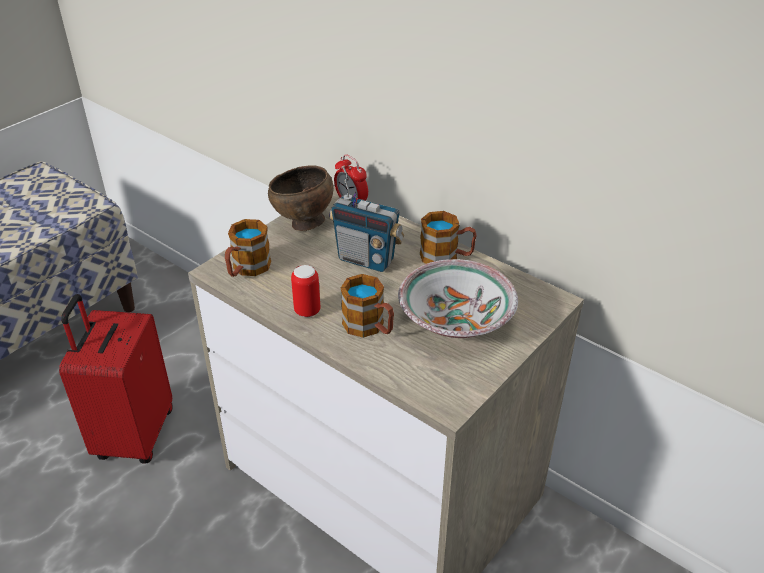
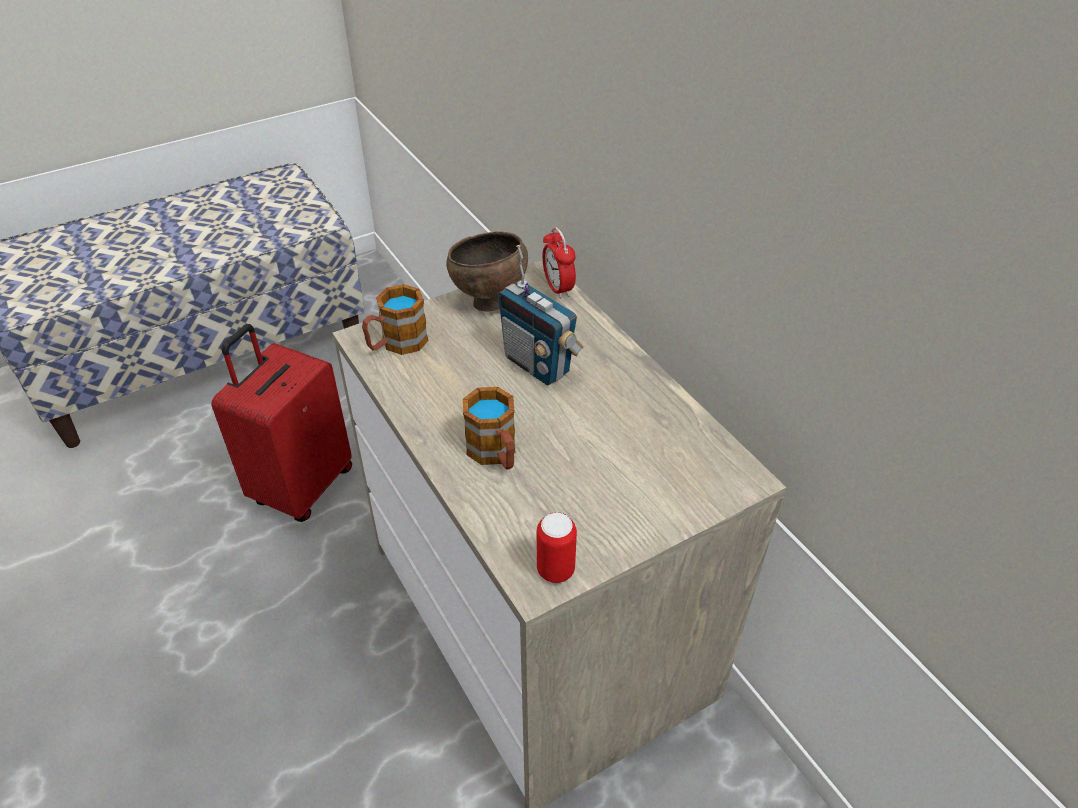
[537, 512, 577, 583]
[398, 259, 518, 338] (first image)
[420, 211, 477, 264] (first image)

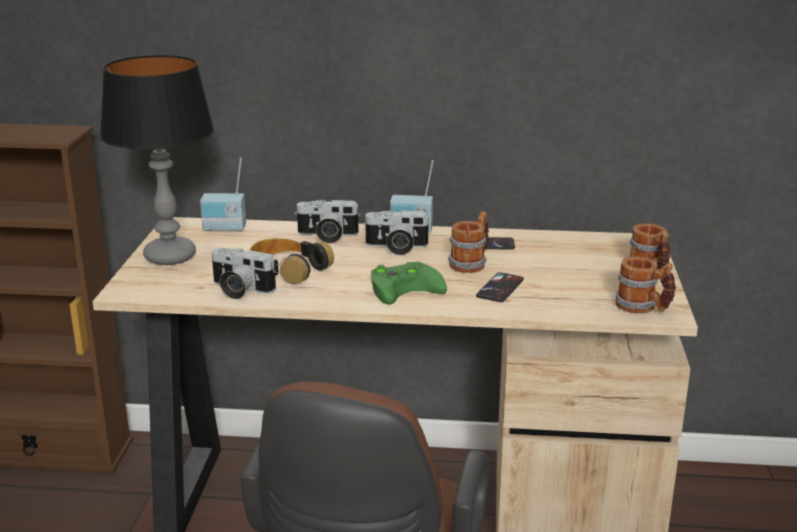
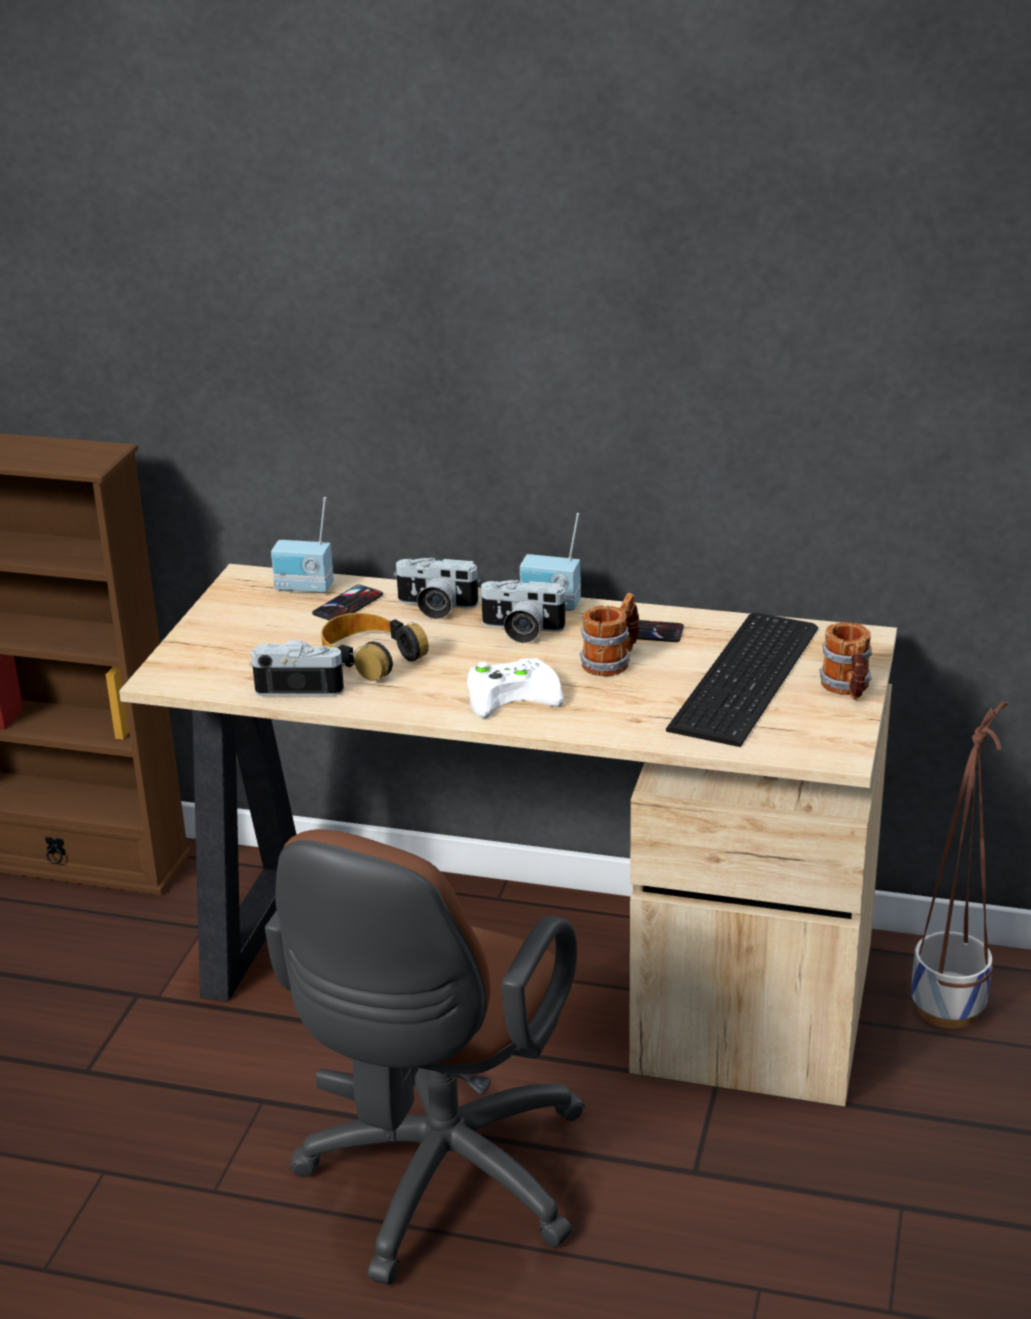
[249, 640, 346, 696]
[312, 585, 383, 620]
[467, 658, 564, 718]
[666, 613, 818, 747]
[911, 701, 1009, 1028]
[100, 55, 214, 265] (first image)
[615, 256, 676, 314] (first image)

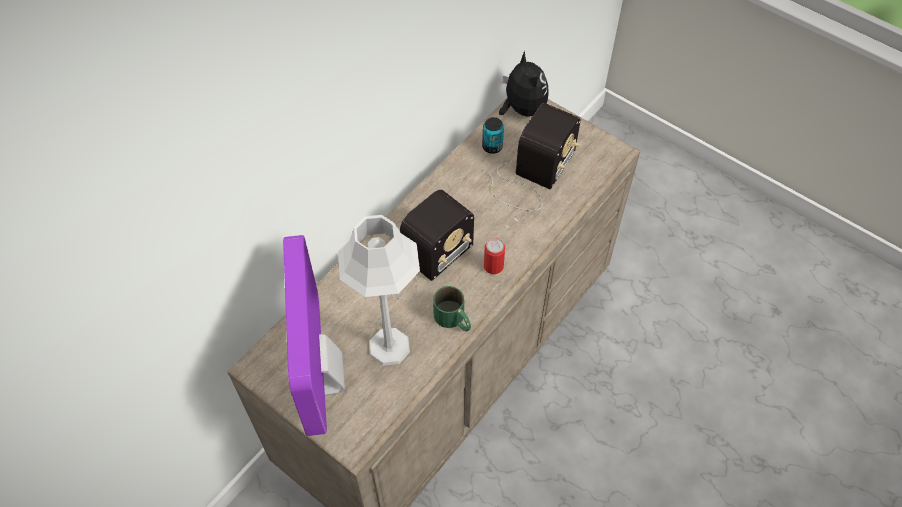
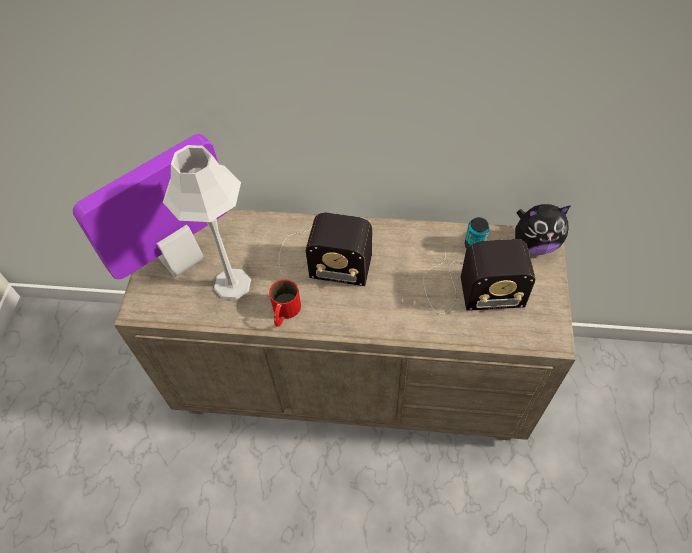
[269, 279, 301, 327]
[515, 204, 571, 255]
[484, 238, 505, 274] (first image)

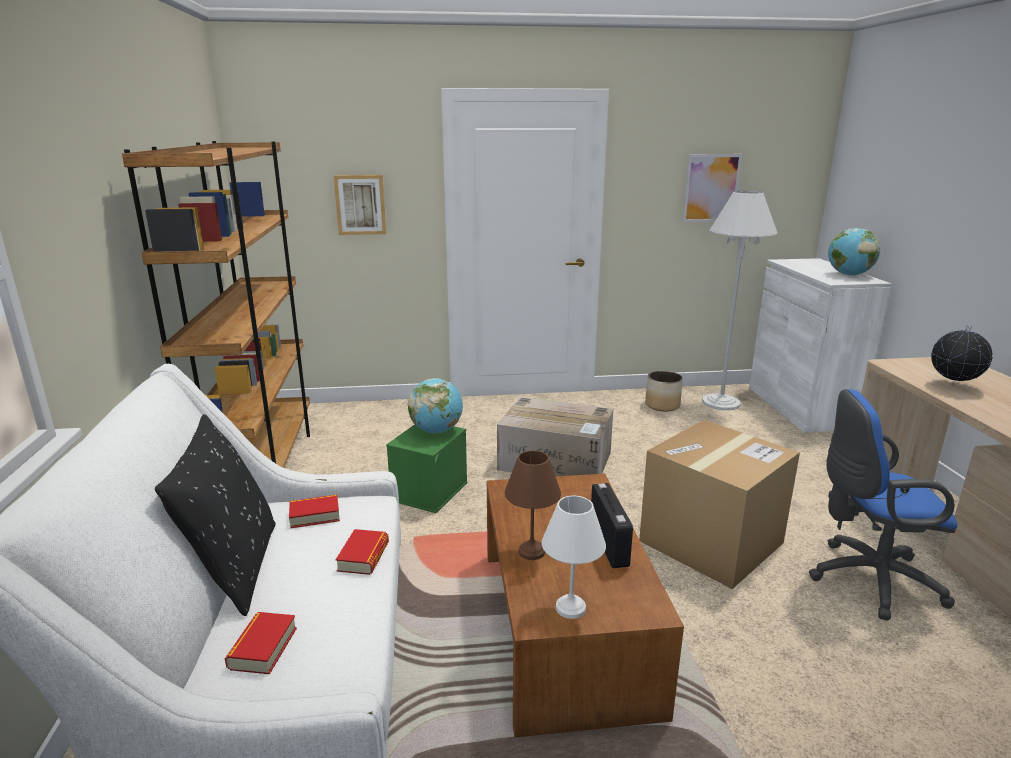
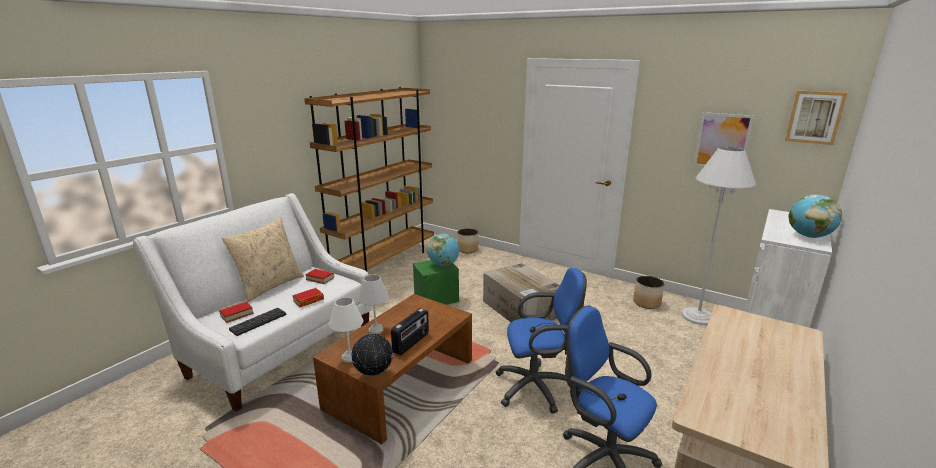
[222, 218, 304, 302]
[229, 308, 287, 336]
[351, 332, 393, 376]
[358, 274, 389, 334]
[457, 228, 478, 253]
[496, 268, 587, 414]
[785, 91, 847, 145]

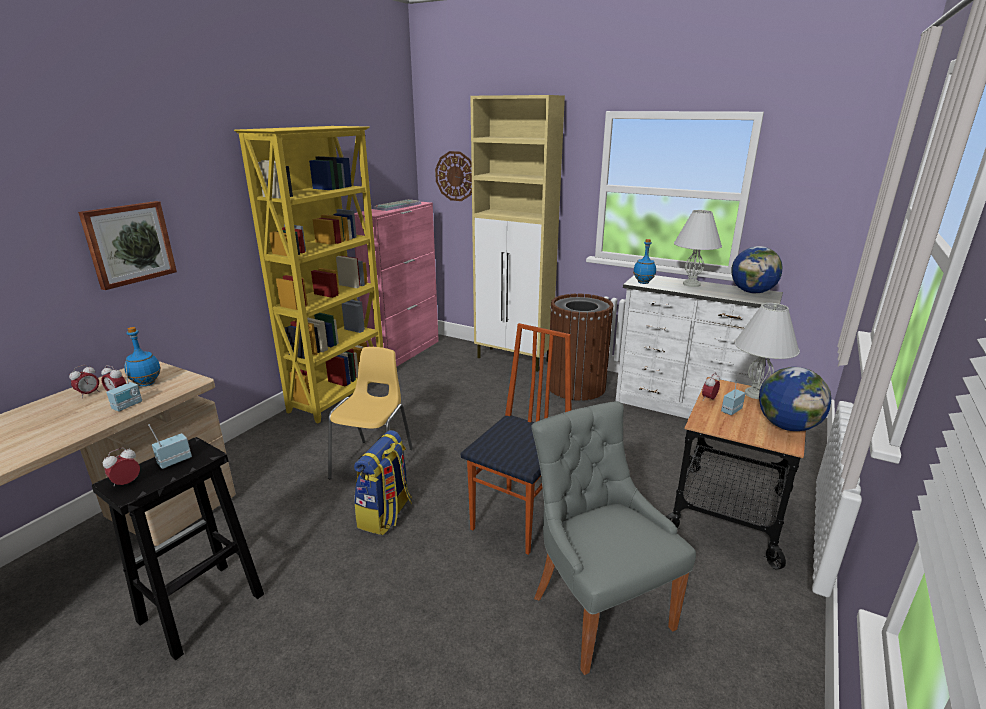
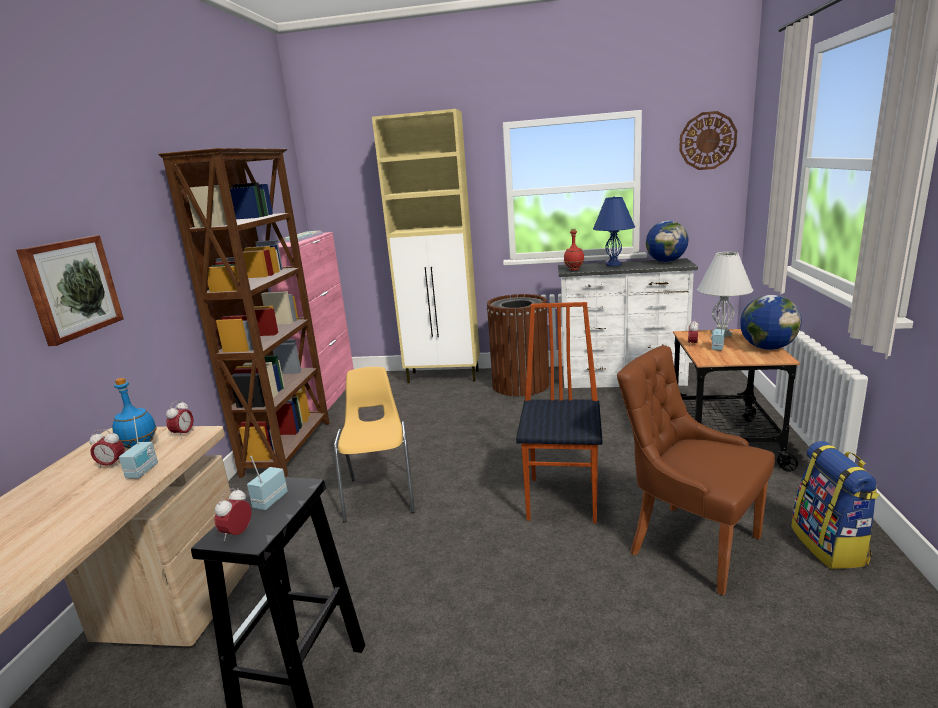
[158, 148, 329, 478]
[166, 400, 194, 439]
[564, 229, 584, 271]
[593, 196, 635, 266]
[617, 345, 775, 596]
[679, 111, 737, 170]
[791, 441, 880, 569]

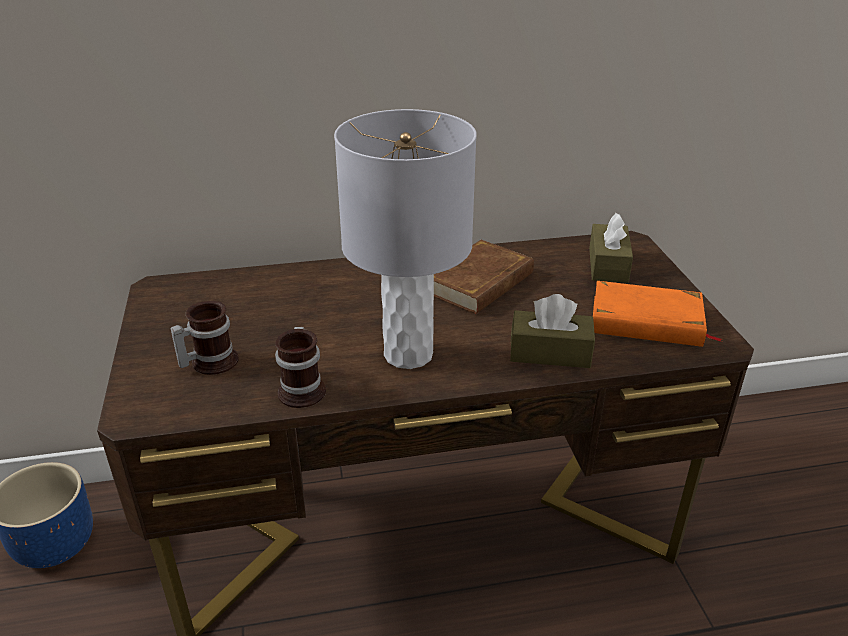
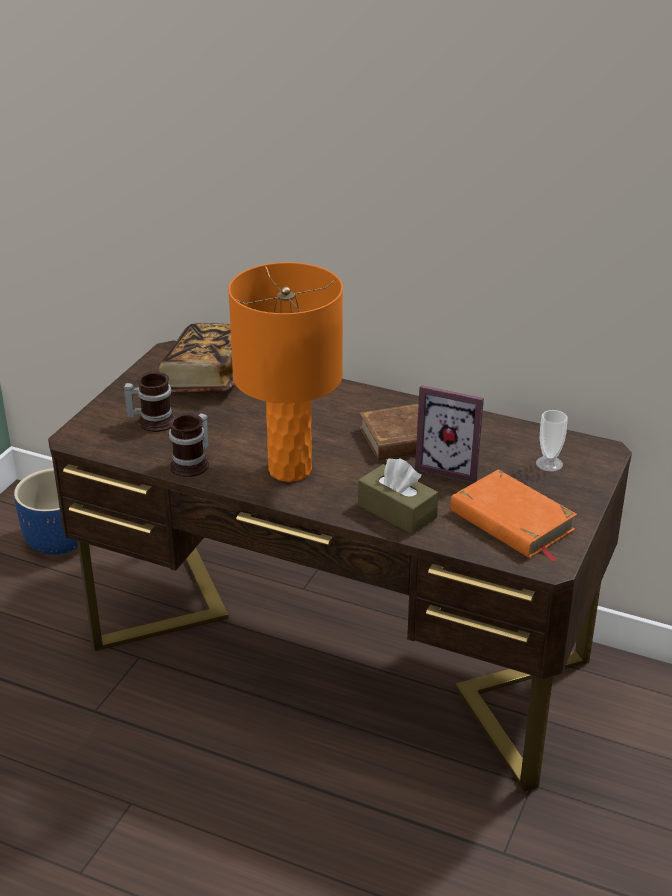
[158, 323, 234, 392]
[228, 262, 343, 482]
[415, 385, 484, 483]
[536, 410, 568, 472]

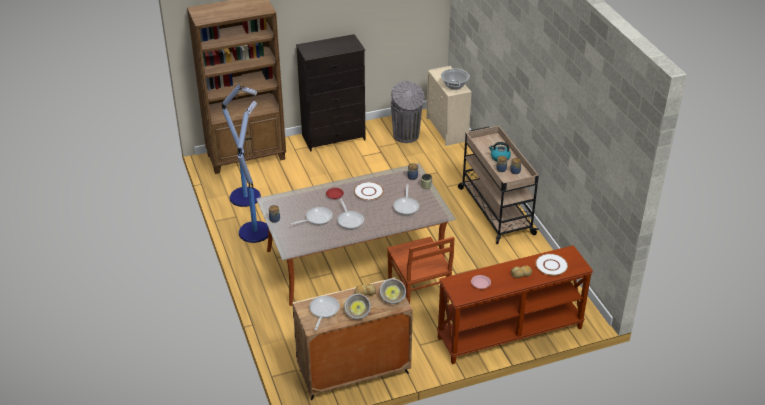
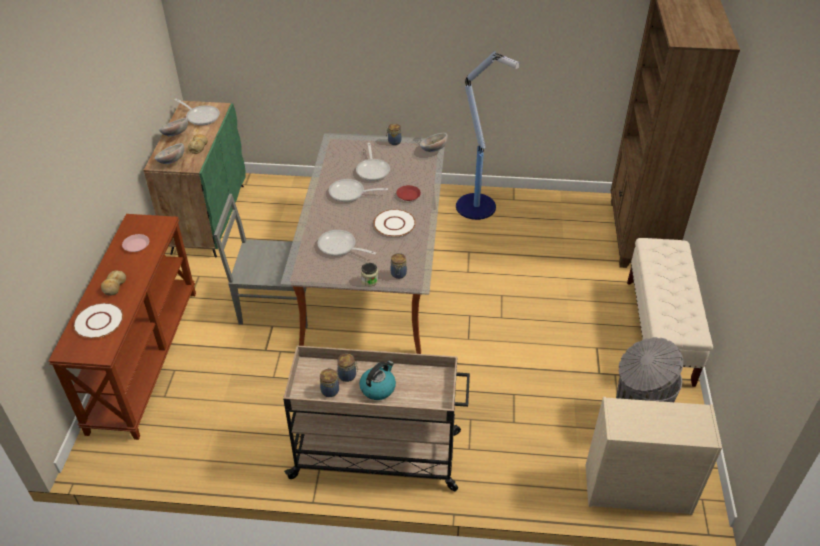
[144, 101, 246, 258]
[214, 194, 308, 328]
[420, 133, 448, 152]
[627, 238, 713, 387]
[222, 84, 261, 207] (first image)
[441, 68, 470, 90] (first image)

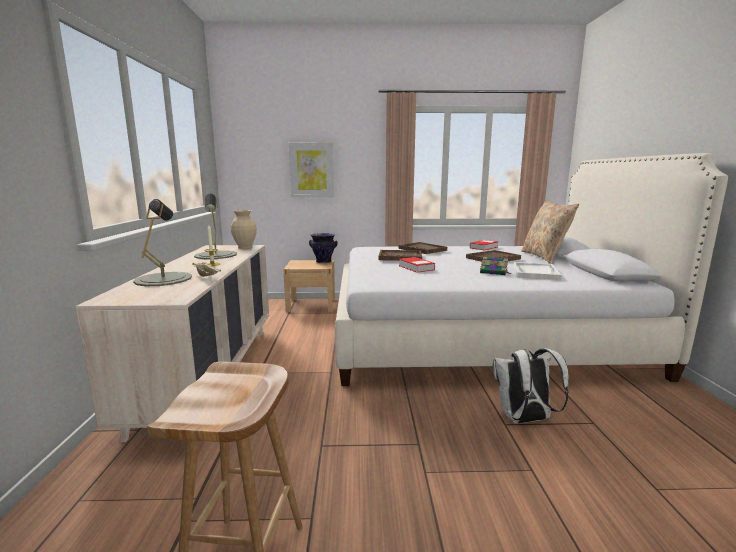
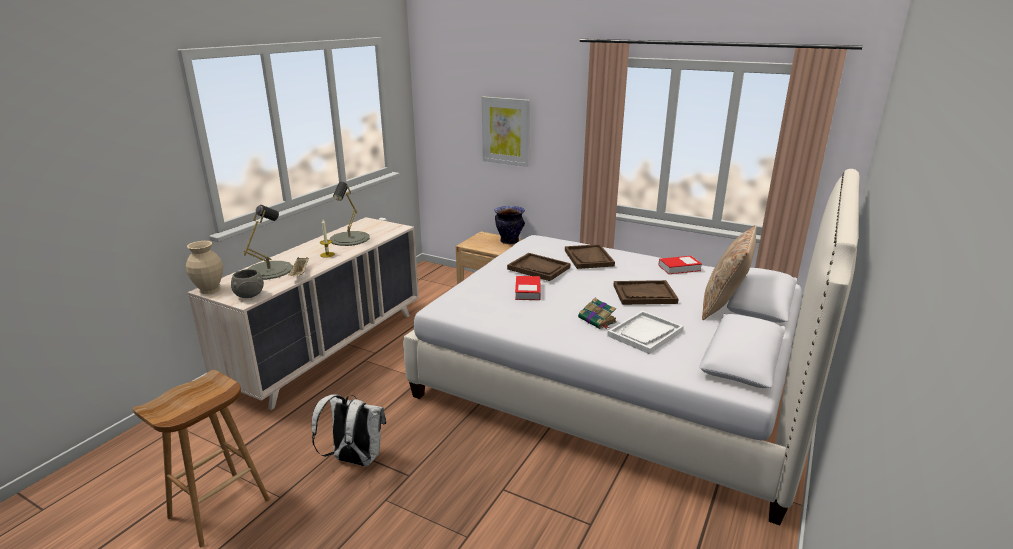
[186, 241, 223, 294]
[231, 269, 264, 298]
[312, 394, 386, 466]

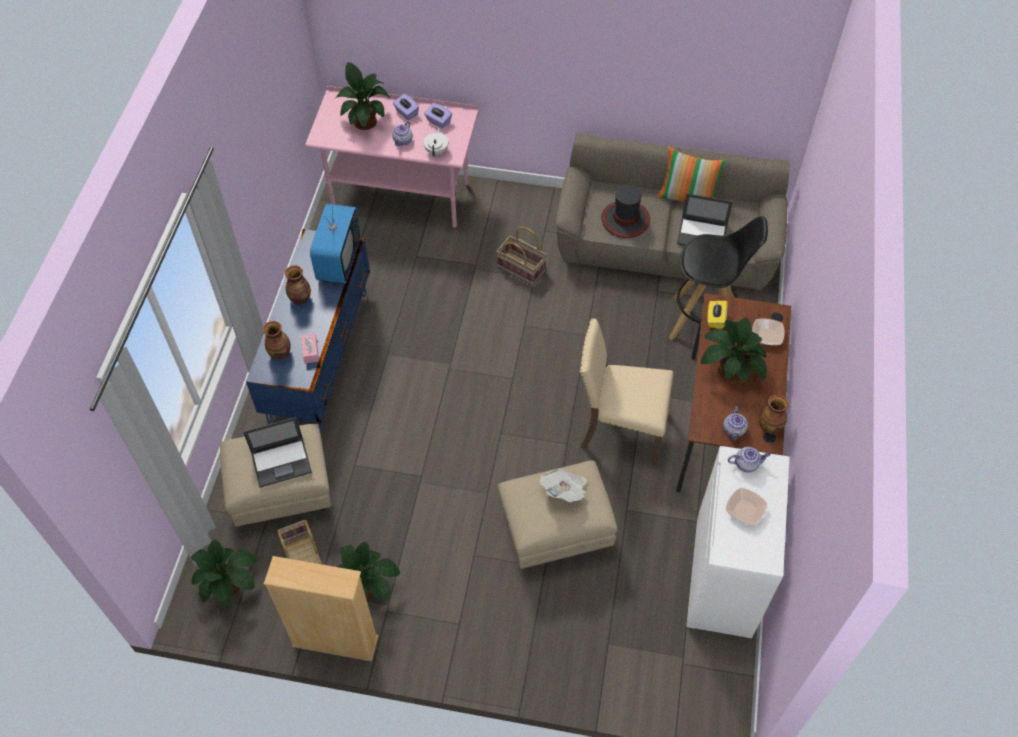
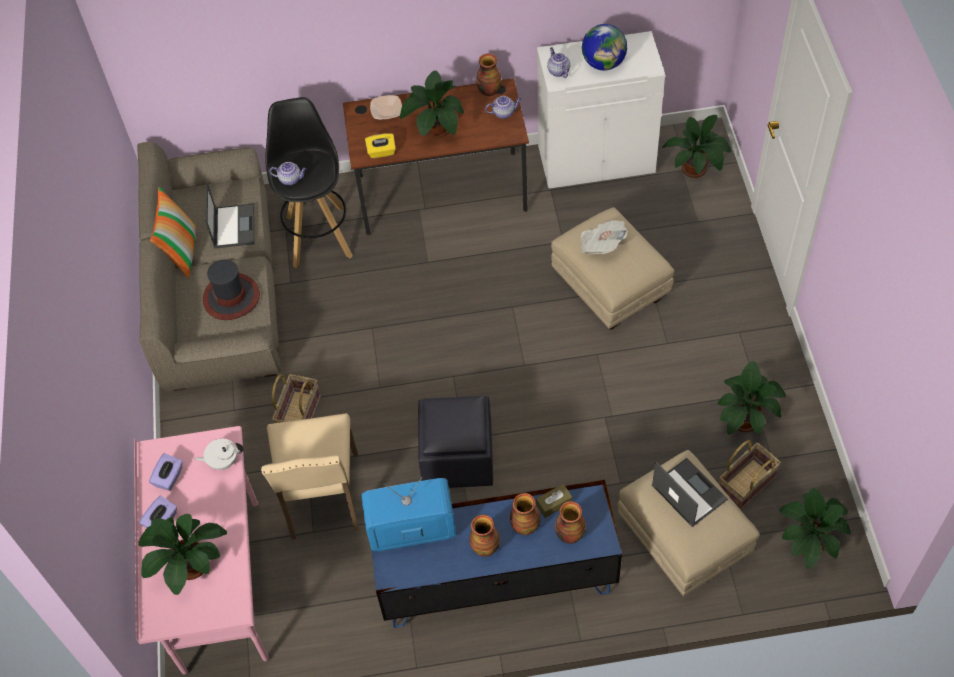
[261, 413, 359, 540]
[270, 162, 307, 185]
[418, 396, 493, 488]
[510, 493, 541, 535]
[536, 484, 572, 518]
[582, 24, 627, 70]
[662, 115, 731, 178]
[264, 556, 378, 661] (first image)

